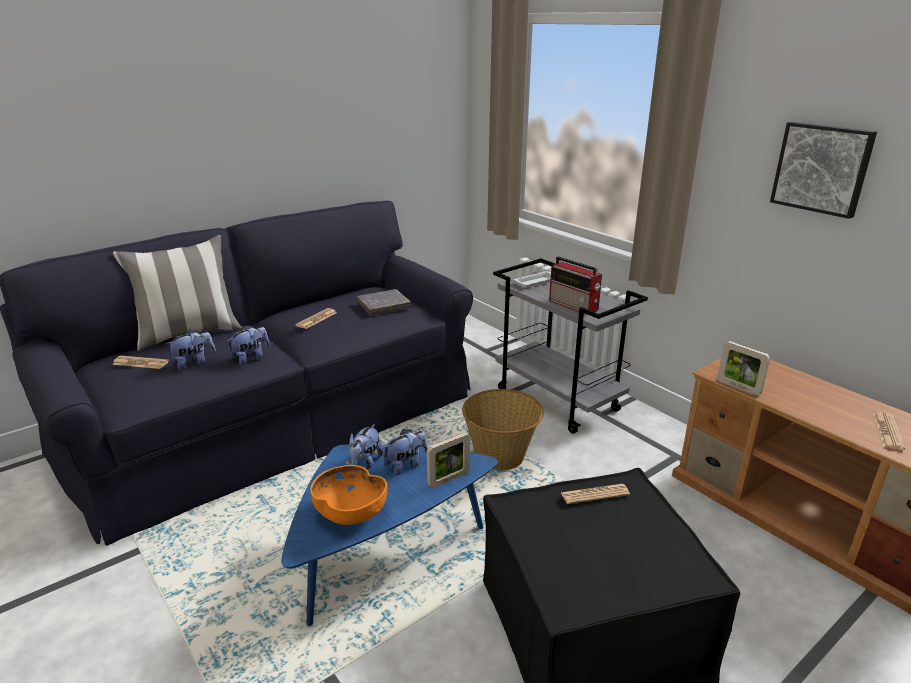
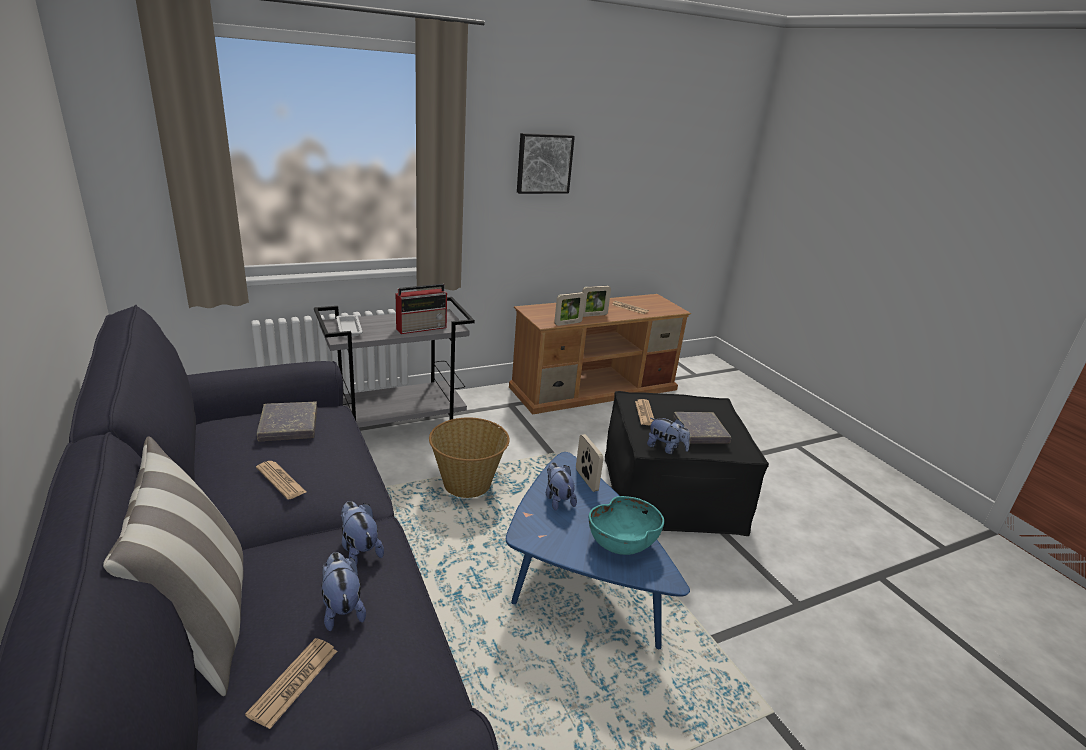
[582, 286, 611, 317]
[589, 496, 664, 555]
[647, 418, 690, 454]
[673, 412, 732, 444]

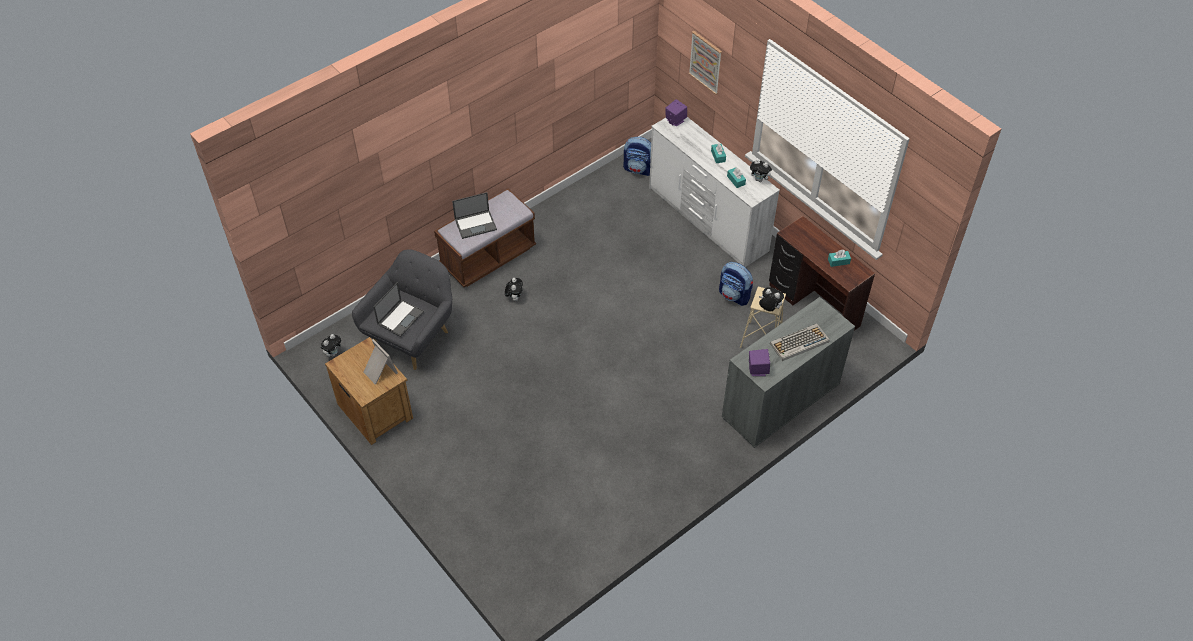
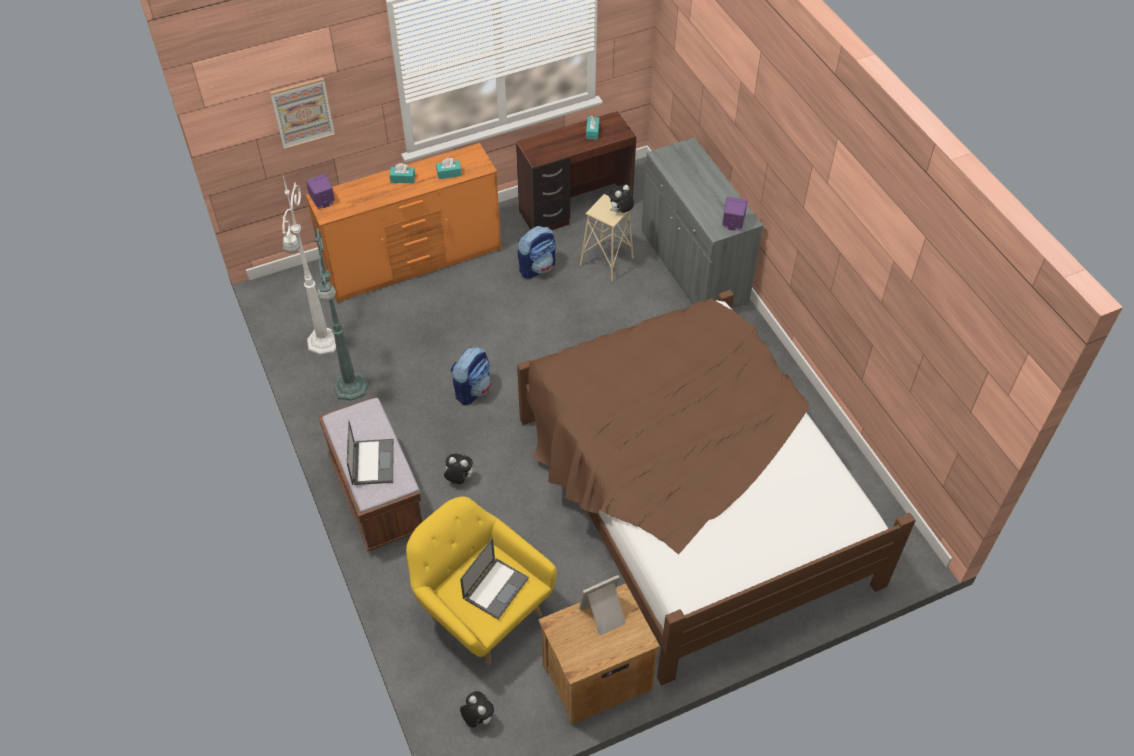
[282, 173, 336, 355]
[306, 143, 501, 303]
[312, 219, 368, 401]
[406, 496, 557, 665]
[451, 347, 491, 405]
[460, 538, 529, 619]
[517, 290, 916, 685]
[750, 159, 772, 182] (first image)
[770, 324, 830, 361] (first image)

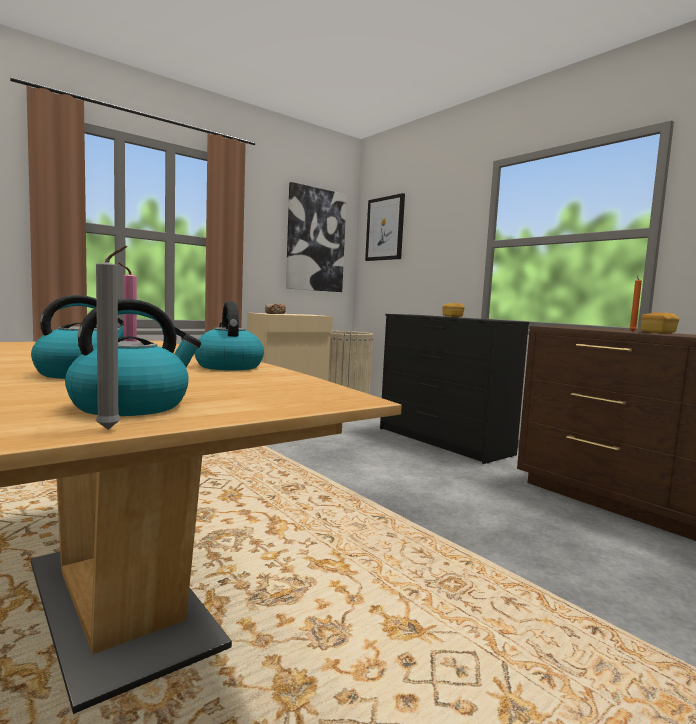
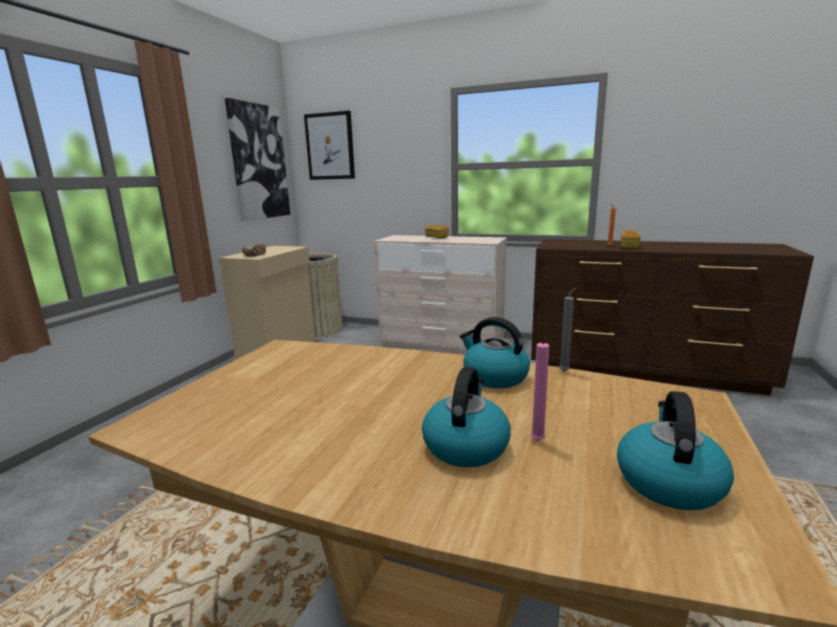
[374, 235, 507, 355]
[559, 288, 576, 372]

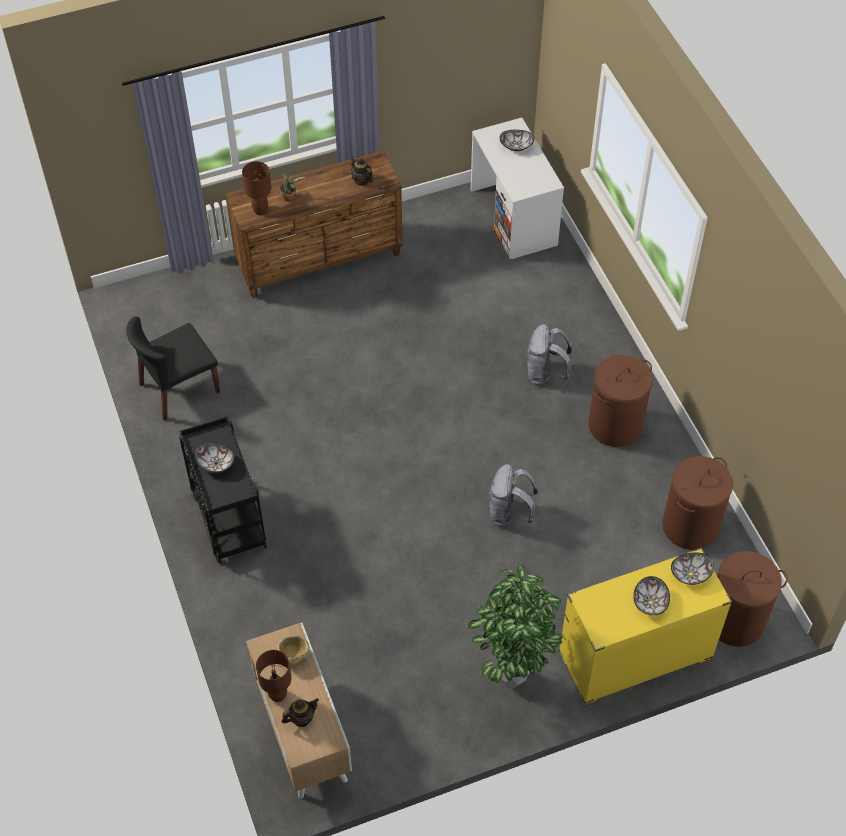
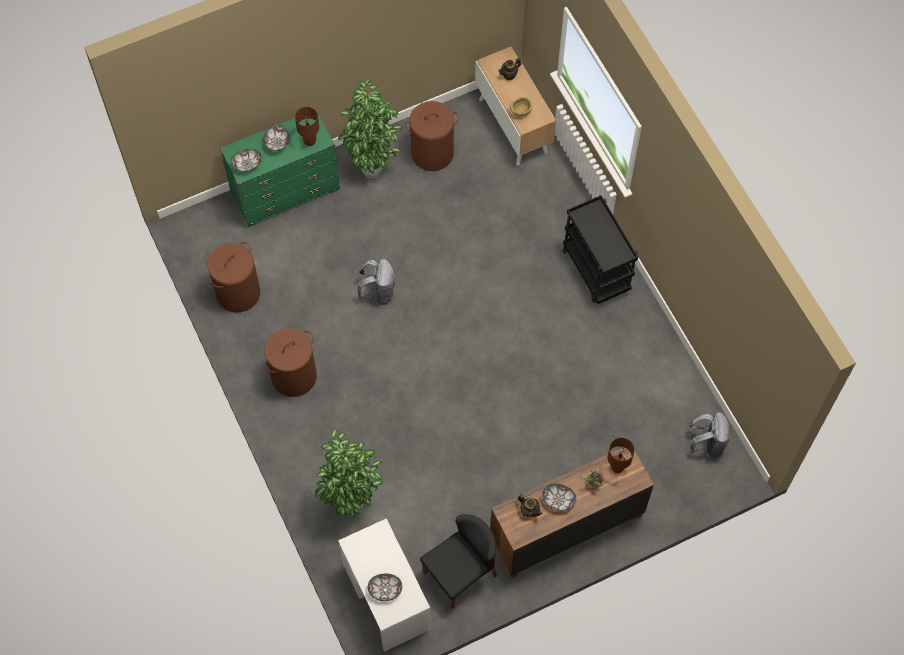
[220, 109, 340, 227]
[295, 107, 319, 146]
[315, 428, 383, 517]
[405, 101, 459, 171]
[420, 514, 497, 609]
[542, 484, 576, 511]
[689, 412, 730, 458]

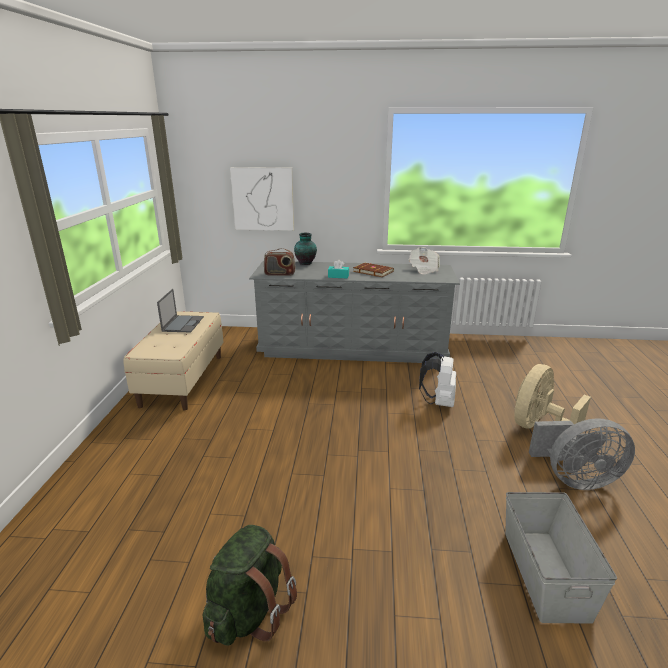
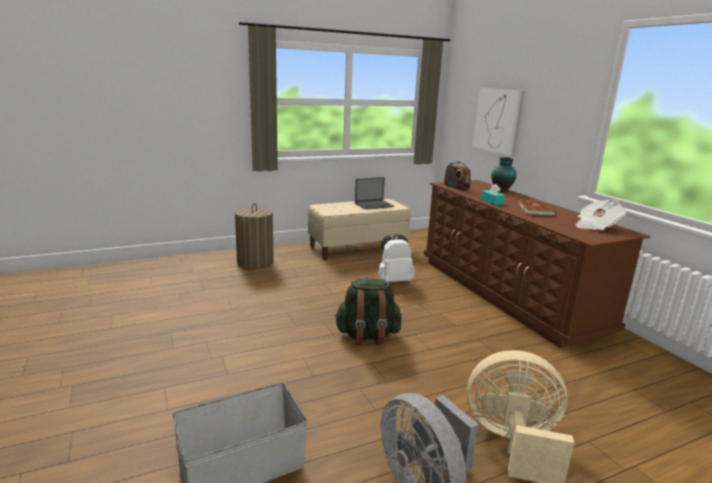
[235, 203, 274, 269]
[334, 278, 402, 345]
[379, 234, 414, 282]
[424, 180, 650, 348]

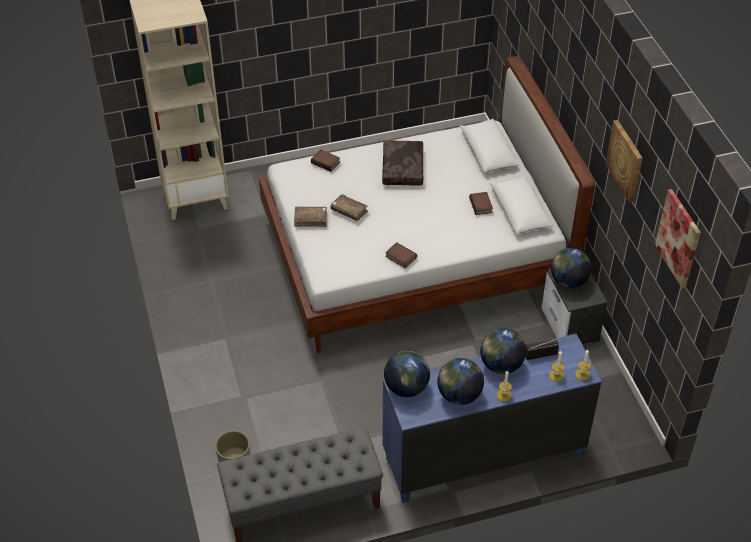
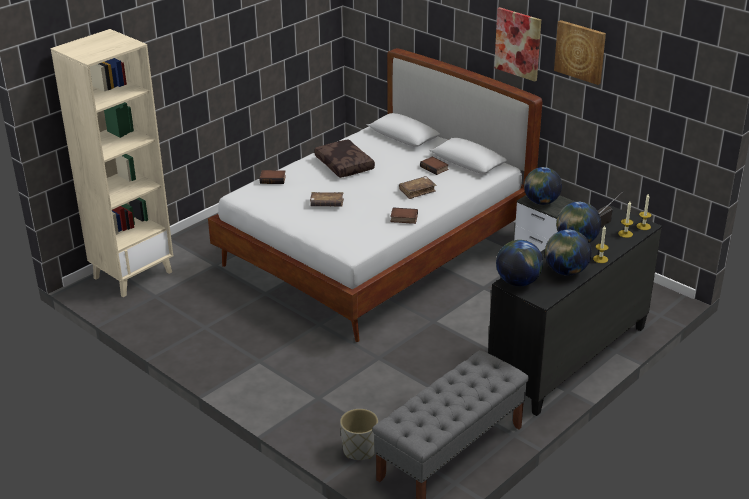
[399, 176, 436, 199]
[488, 205, 662, 416]
[494, 7, 541, 82]

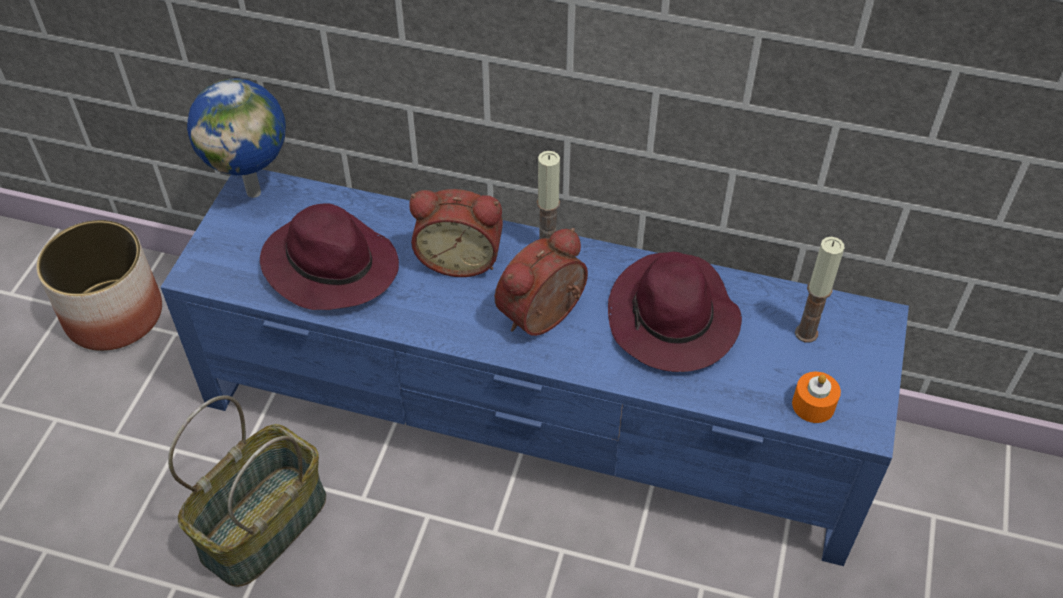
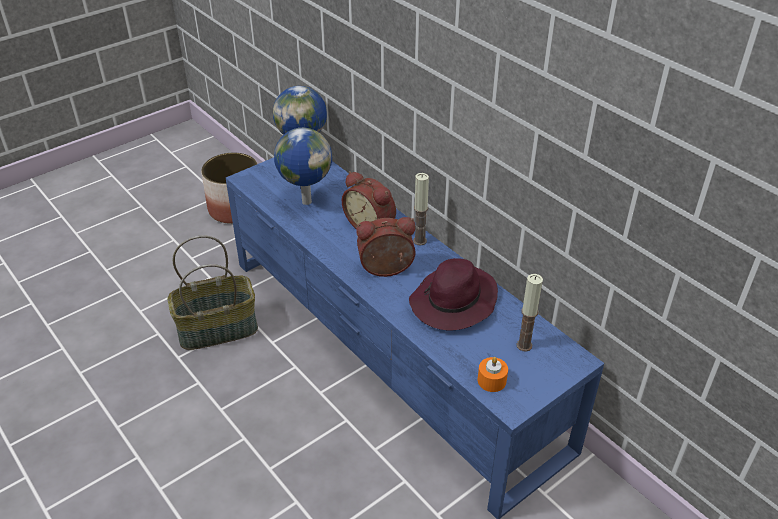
[274, 128, 332, 205]

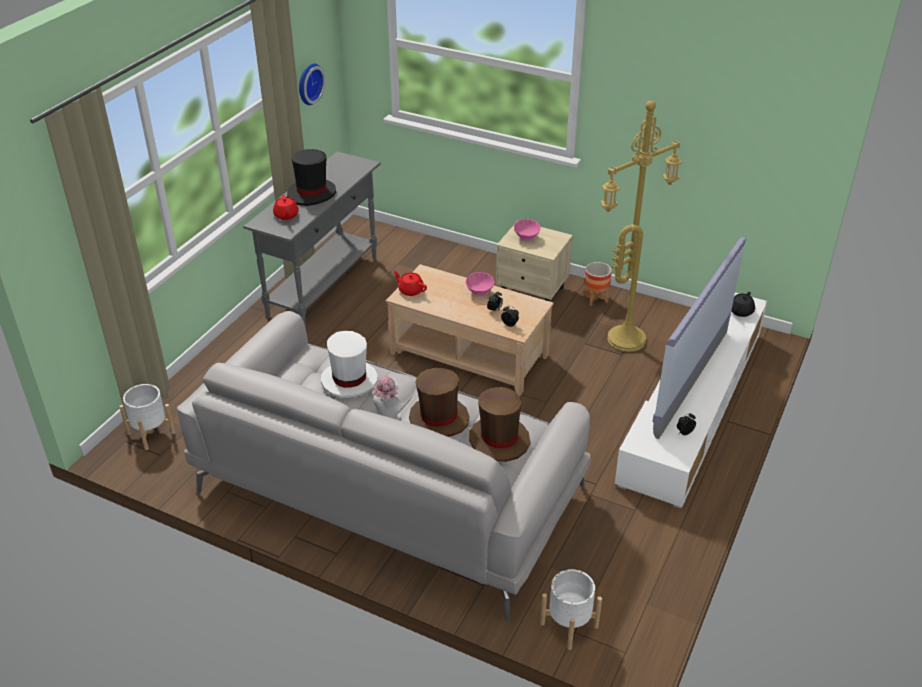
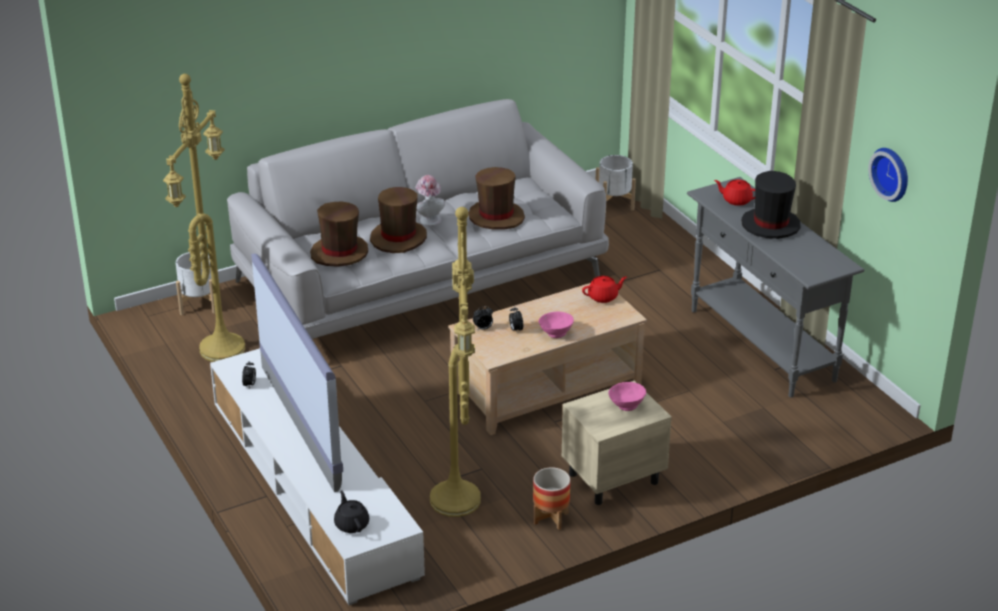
[163, 74, 245, 362]
[469, 167, 525, 230]

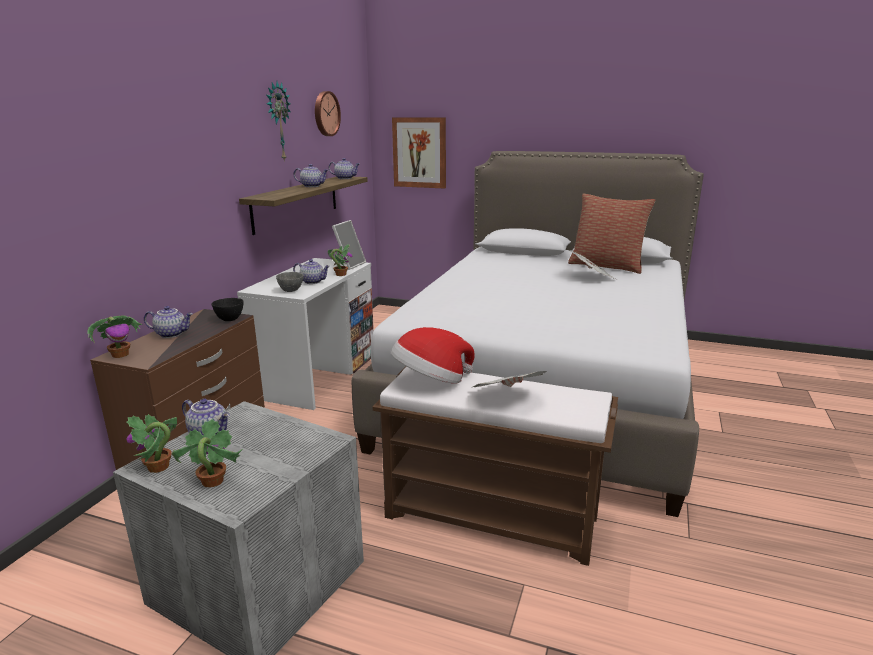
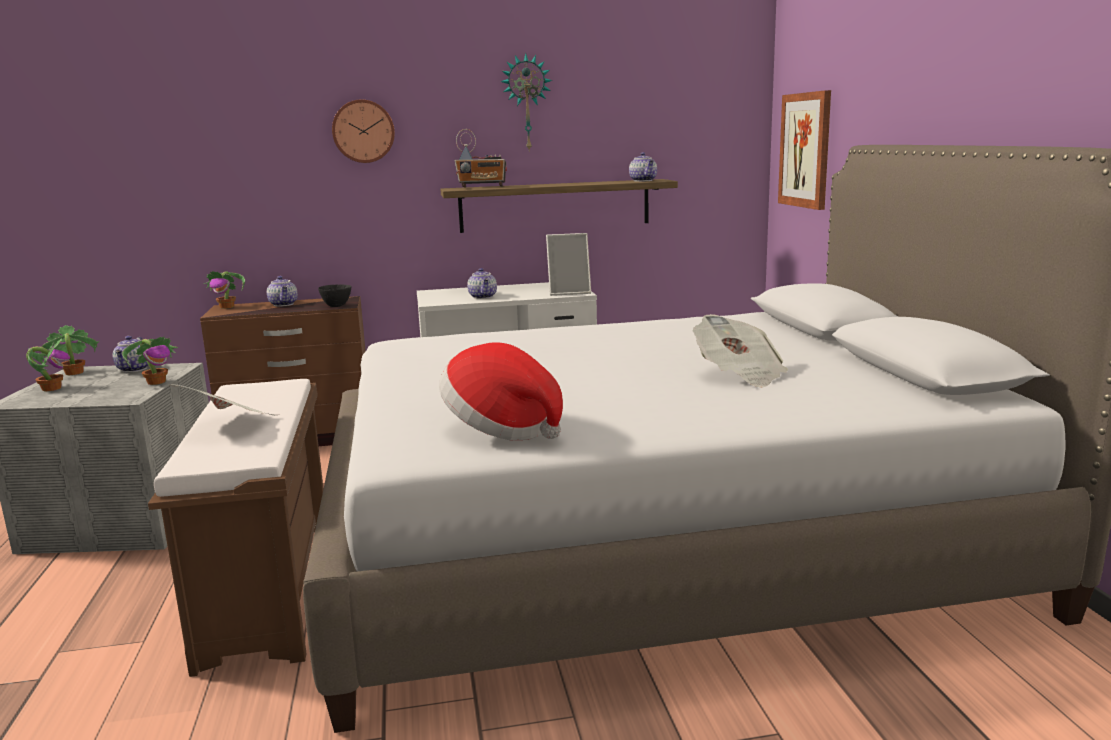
[122, 336, 178, 385]
[332, 99, 395, 163]
[439, 342, 563, 440]
[454, 129, 507, 188]
[276, 272, 303, 292] (first image)
[294, 164, 328, 187] (first image)
[568, 194, 655, 274] (first image)

